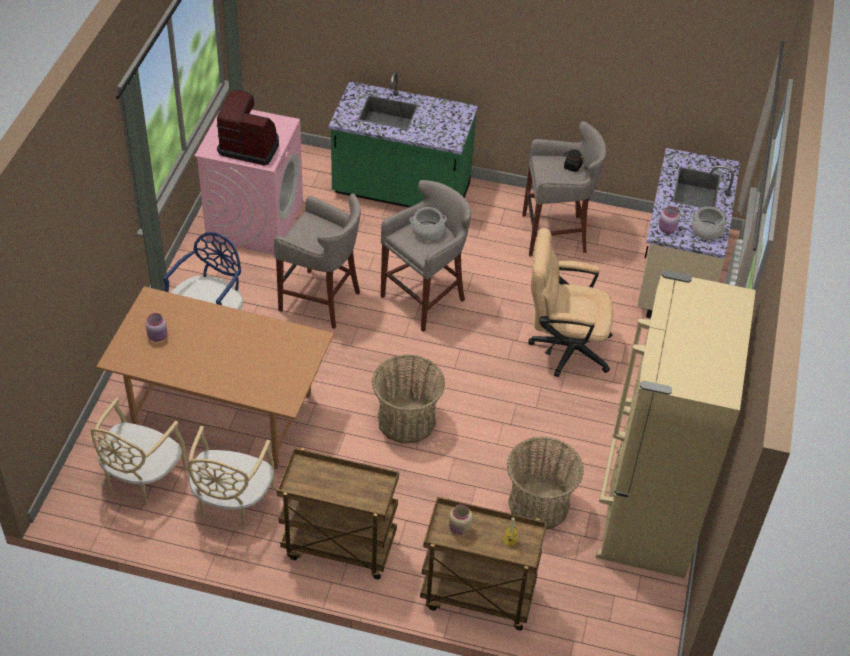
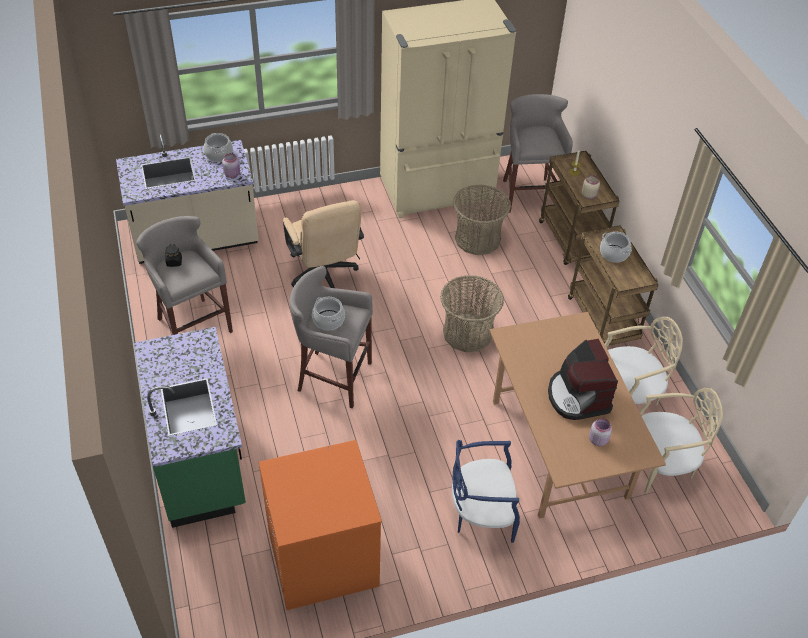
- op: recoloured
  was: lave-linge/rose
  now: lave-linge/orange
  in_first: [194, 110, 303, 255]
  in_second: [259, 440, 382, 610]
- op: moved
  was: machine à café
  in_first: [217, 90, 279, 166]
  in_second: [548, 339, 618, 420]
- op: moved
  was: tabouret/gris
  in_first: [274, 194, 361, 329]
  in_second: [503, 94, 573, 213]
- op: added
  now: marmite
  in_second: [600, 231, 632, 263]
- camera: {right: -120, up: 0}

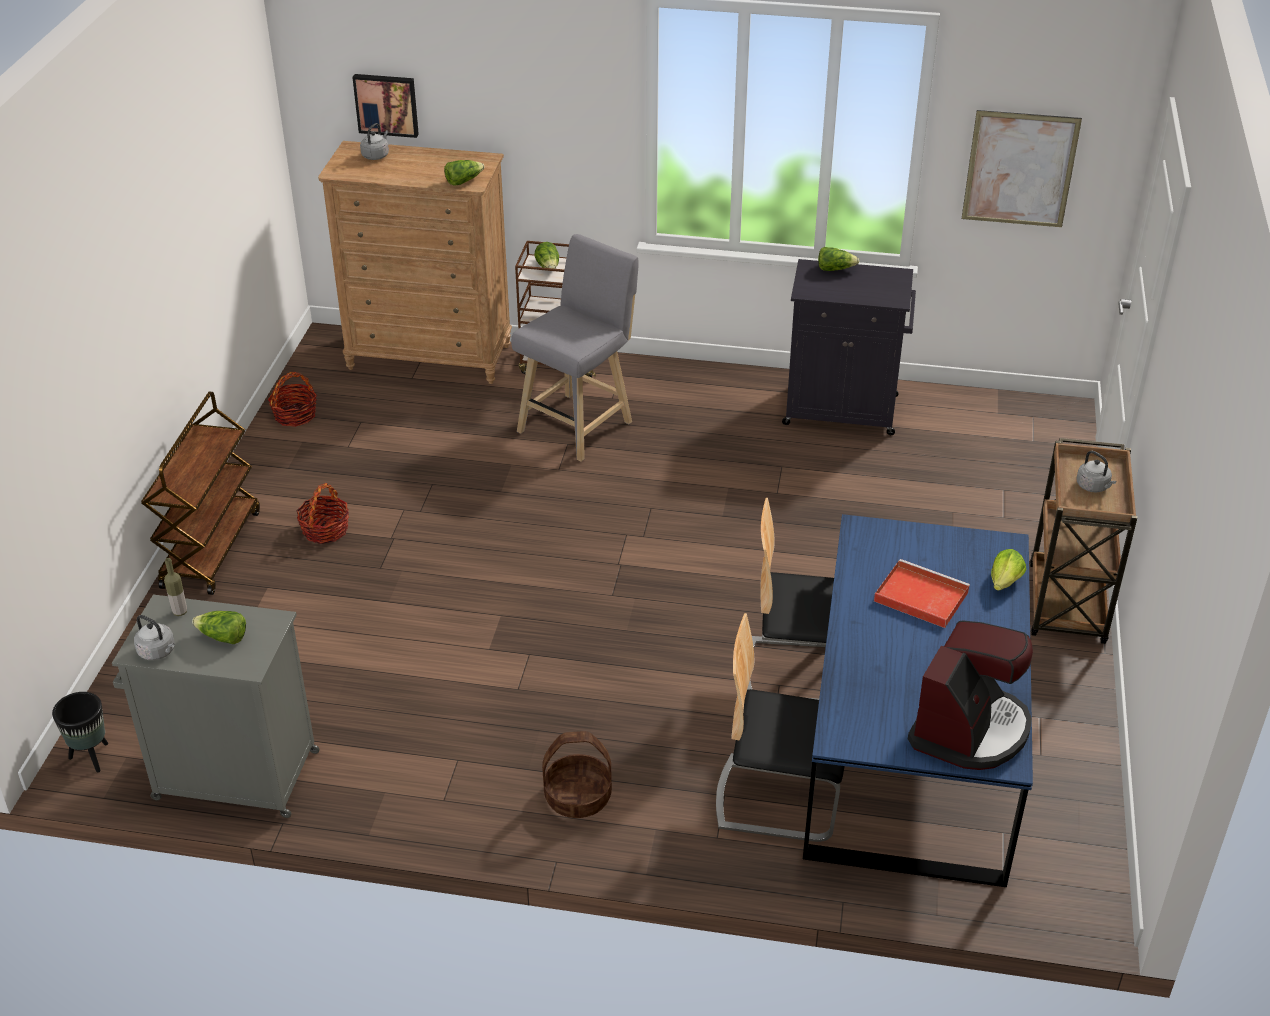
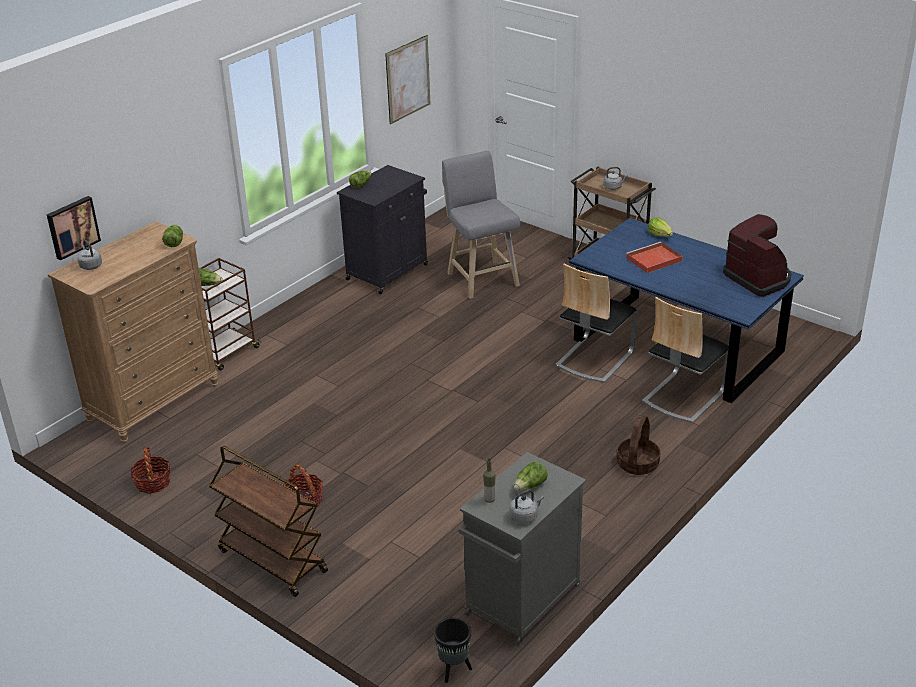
- op: moved
  was: tabouret/gris
  in_first: [511, 234, 639, 462]
  in_second: [442, 151, 520, 299]
- camera: {right: -60, up: -5}

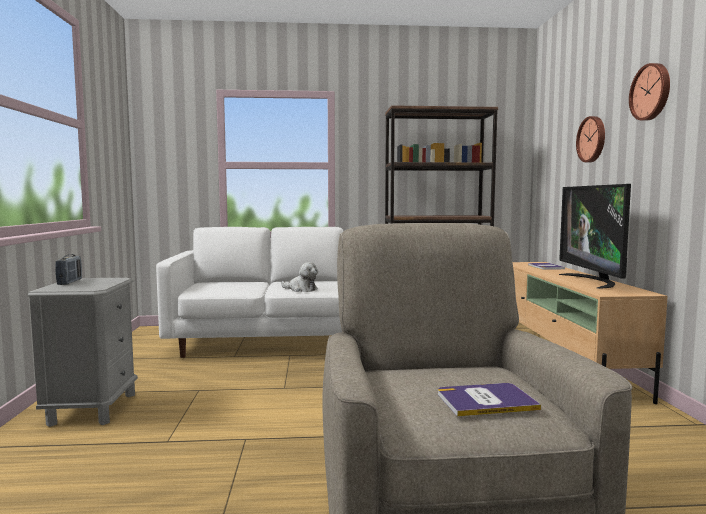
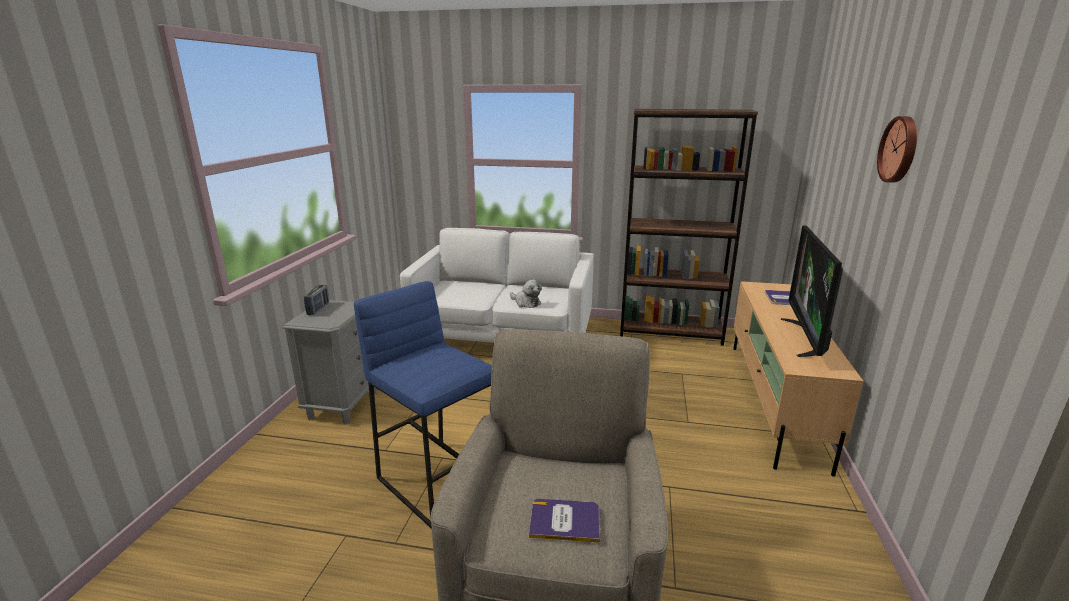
- op: removed
  was: horloge murale
  in_first: [576, 116, 605, 162]
- op: added
  now: tabouret/bleu
  in_second: [354, 281, 492, 529]
- camera: {right: 15, up: 15}

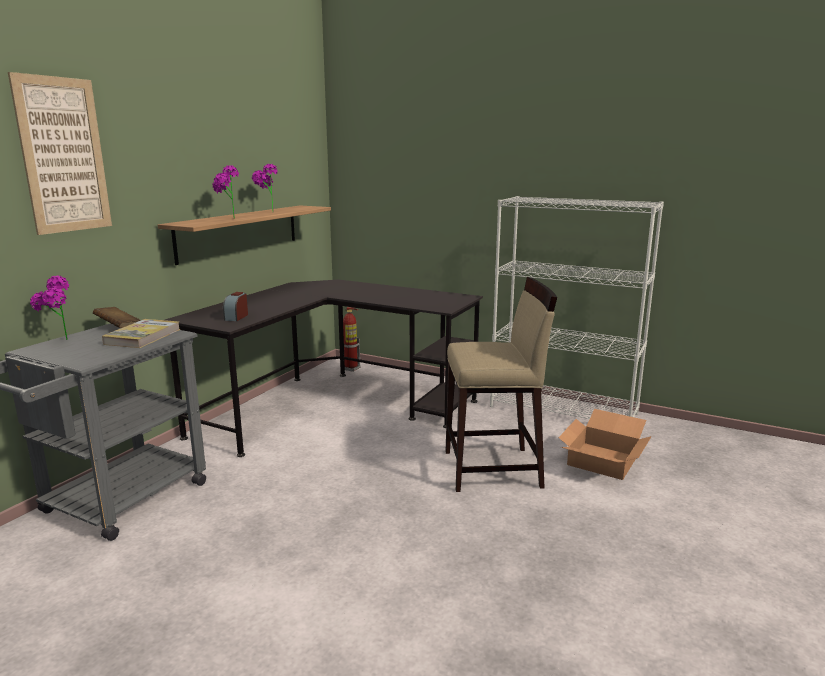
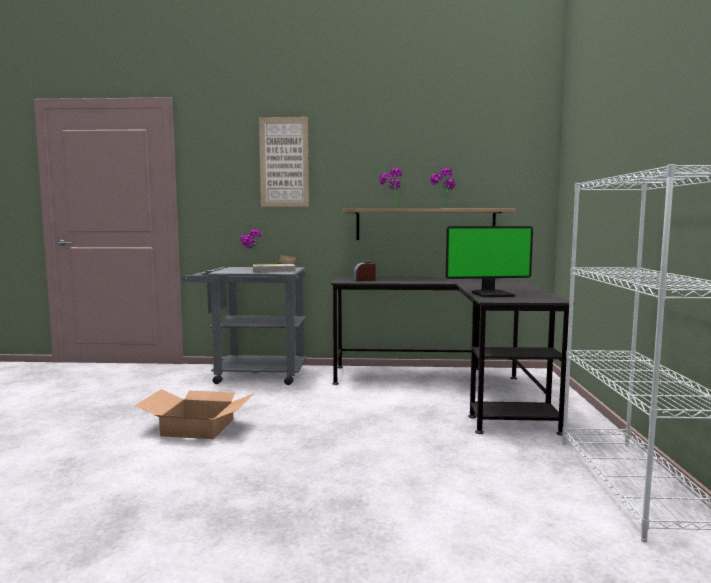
- op: removed
  was: extincteur
  in_first: [343, 307, 361, 372]
- op: removed
  was: tabouret/beige
  in_first: [445, 277, 557, 492]
- op: moved
  was: carton
  in_first: [559, 409, 652, 480]
  in_second: [135, 389, 255, 439]
- op: added
  now: écran d'ordinateur
  in_second: [446, 226, 533, 297]
- camera: {right: 65, up: -10}

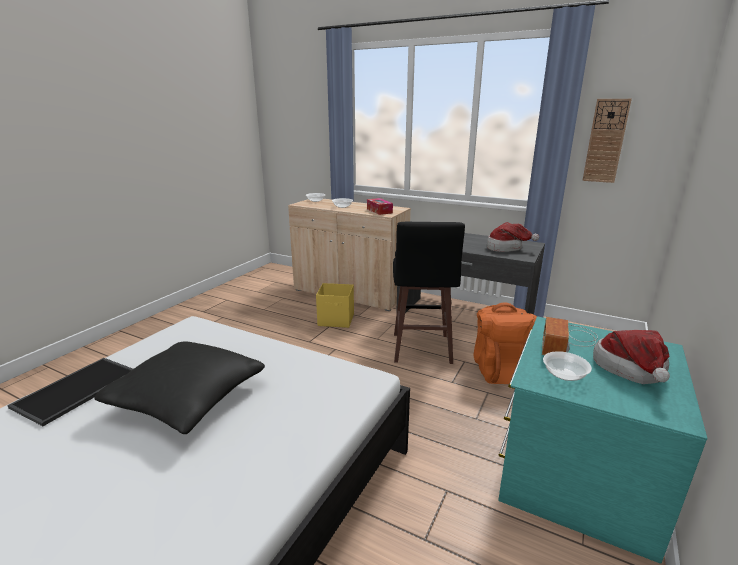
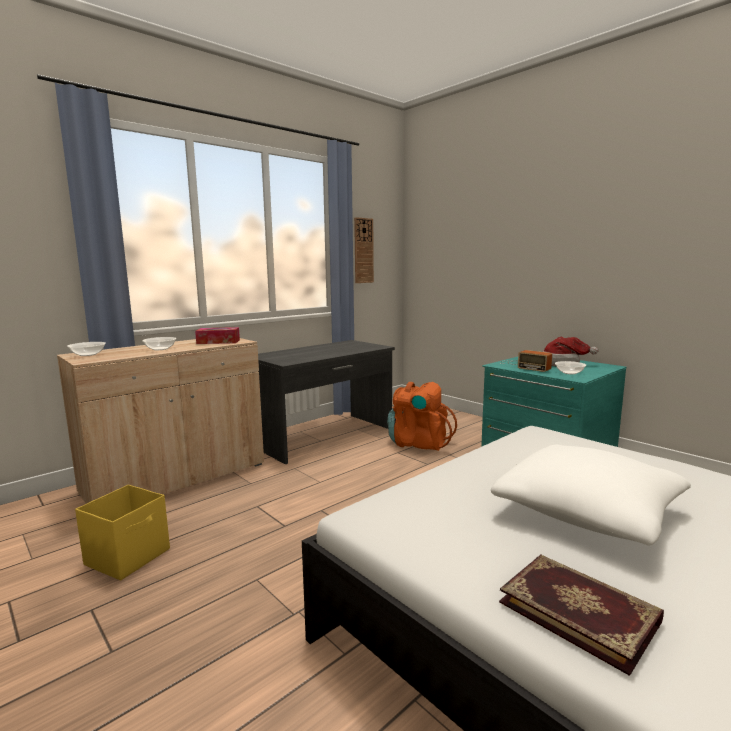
- op: replaced
  was: plateau
  now: livre
  in_first: [7, 358, 133, 426]
  in_second: [499, 554, 664, 676]
- op: recoloured
  was: coussin/noir
  now: coussin/blanc
  in_first: [94, 341, 265, 434]
  in_second: [491, 445, 691, 545]
- op: moved
  was: boîte de rangement/jaune
  in_first: [316, 283, 354, 328]
  in_second: [75, 484, 170, 581]
- op: removed
  was: tabouret/noir
  in_first: [393, 222, 465, 364]
- op: removed
  was: chapeau
  in_first: [487, 222, 539, 252]
- camera: {right: -70, up: -10}

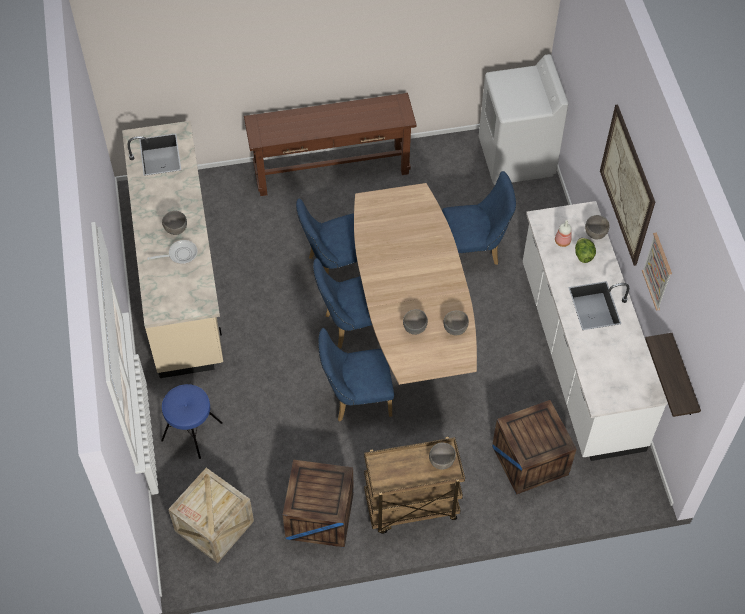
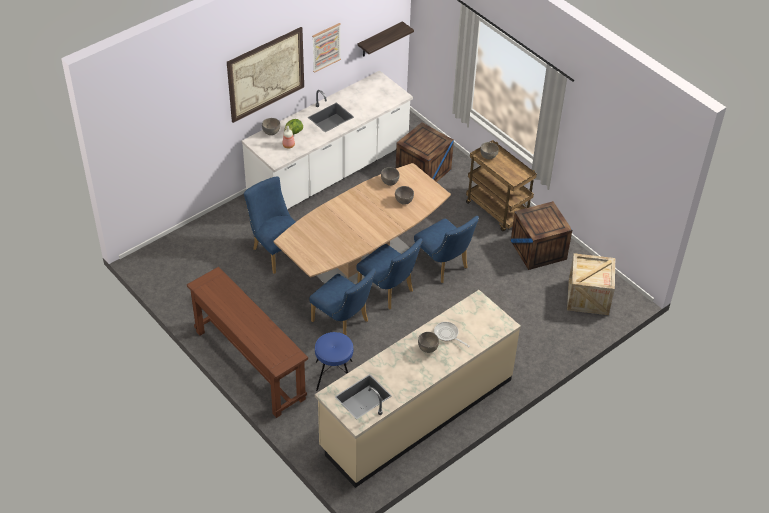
- op: moved
  was: tabouret/bleu
  in_first: [161, 384, 223, 459]
  in_second: [315, 332, 354, 391]
- op: removed
  was: lave-linge/blanc
  in_first: [479, 54, 569, 185]
- camera: {right: -120, up: -10}

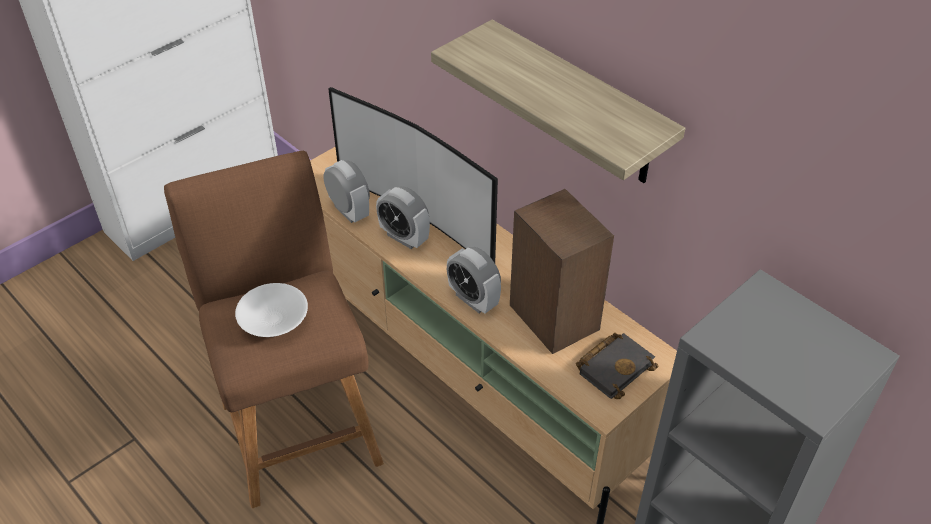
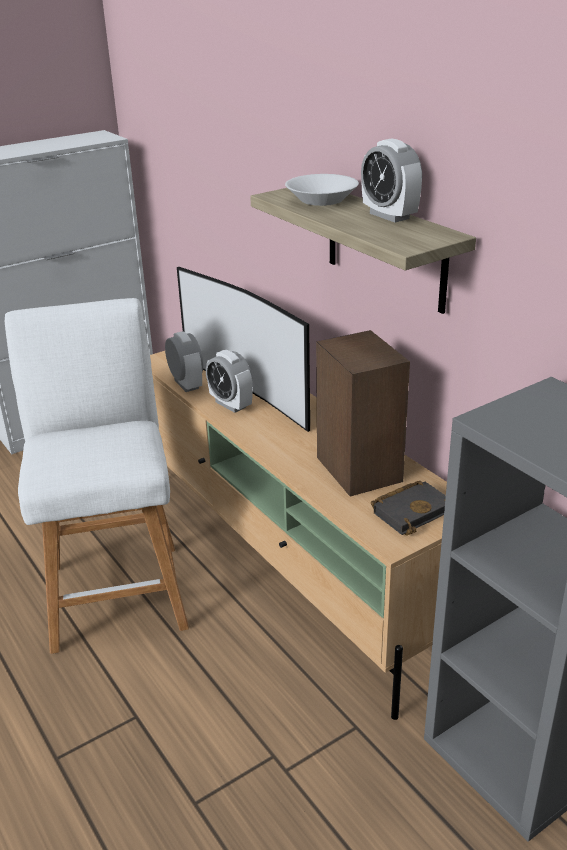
- op: recoloured
  was: tabouret/marron
  now: tabouret/blanc
  in_first: [164, 151, 384, 508]
  in_second: [5, 298, 189, 654]
- op: moved
  was: bol/blanc
  in_first: [235, 283, 308, 337]
  in_second: [285, 174, 359, 206]
- op: moved
  was: réveil
  in_first: [447, 247, 501, 313]
  in_second: [361, 138, 422, 223]
- camera: {right: 10, up: -15}

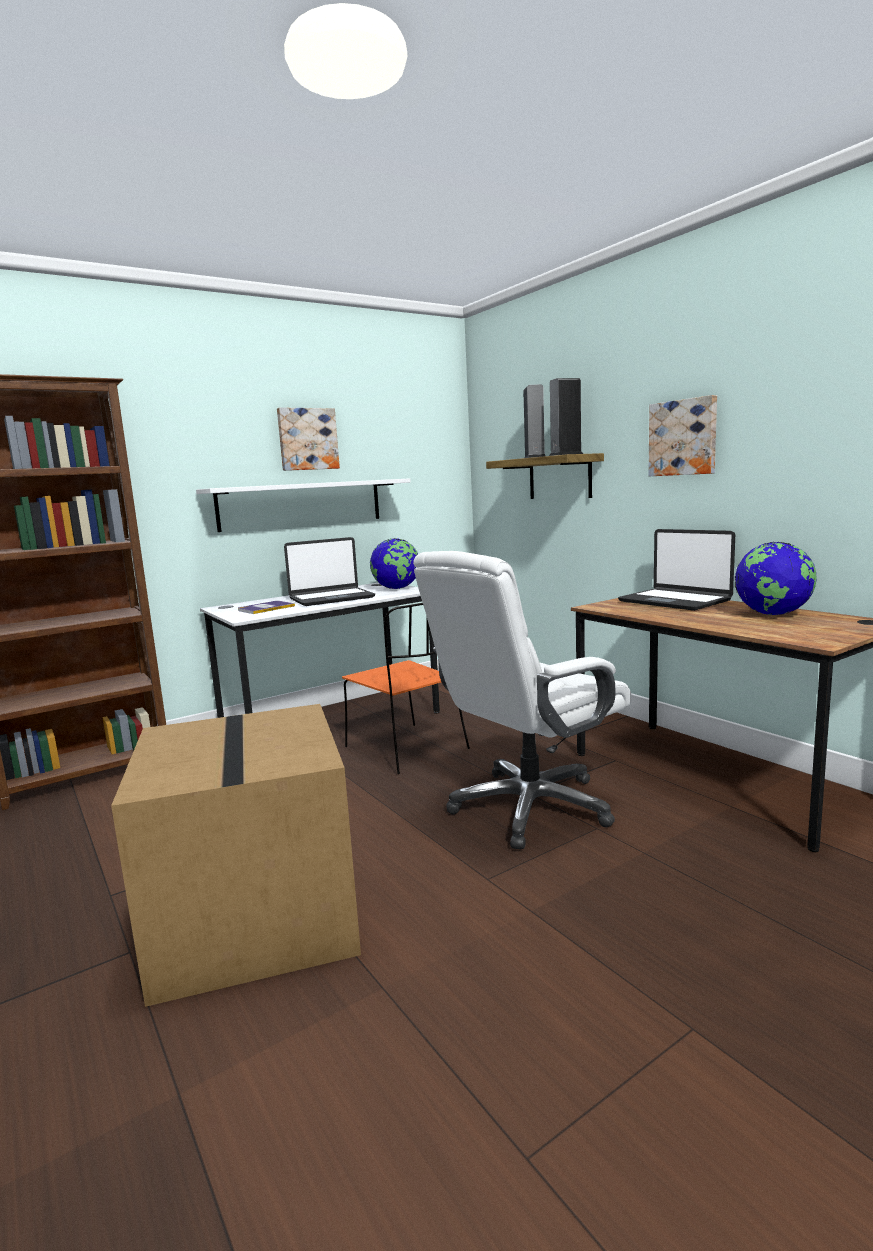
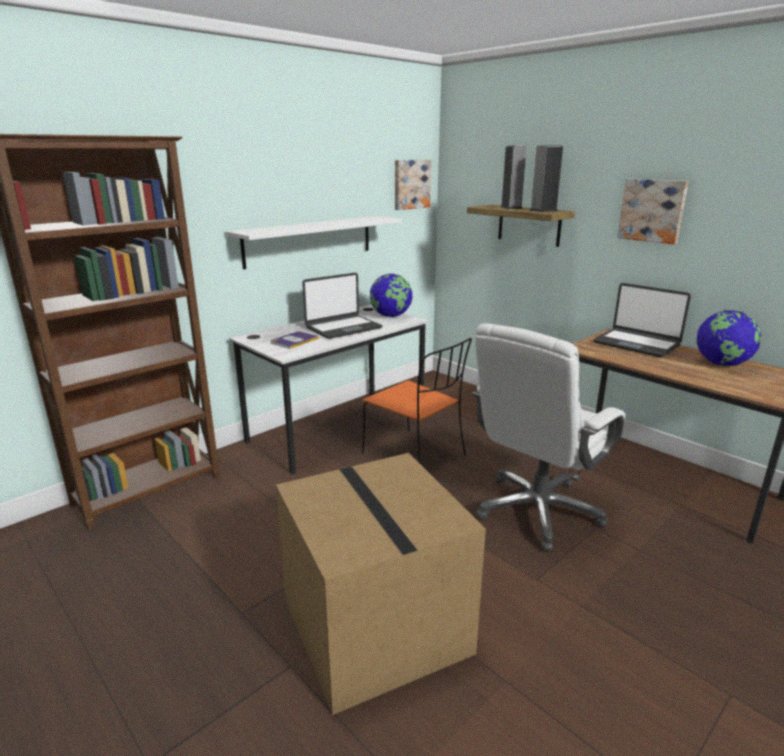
- op: moved
  was: tableau
  in_first: [277, 408, 340, 471]
  in_second: [395, 160, 431, 210]
- camera: {right: -10, up: 10}

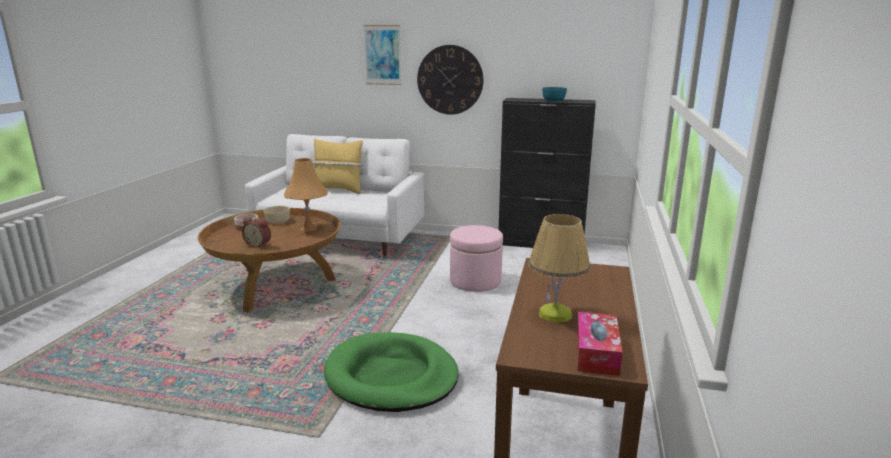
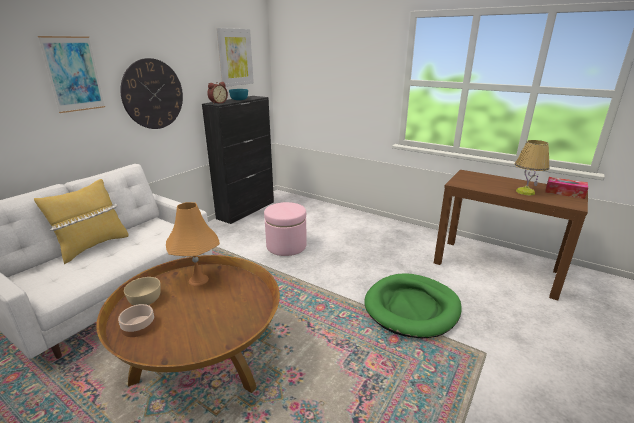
- op: moved
  was: réveil
  in_first: [242, 217, 271, 248]
  in_second: [207, 82, 228, 104]
- op: added
  now: tableau
  in_second: [217, 28, 254, 87]
- camera: {right: -70, up: 5}

